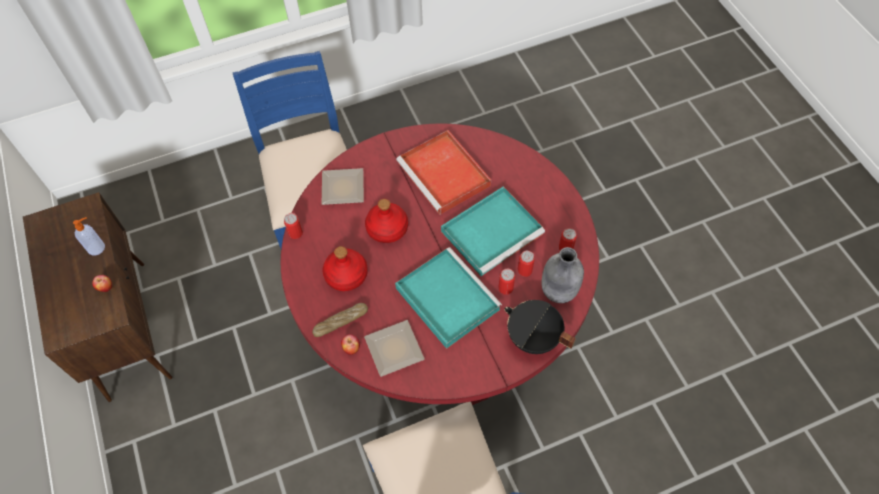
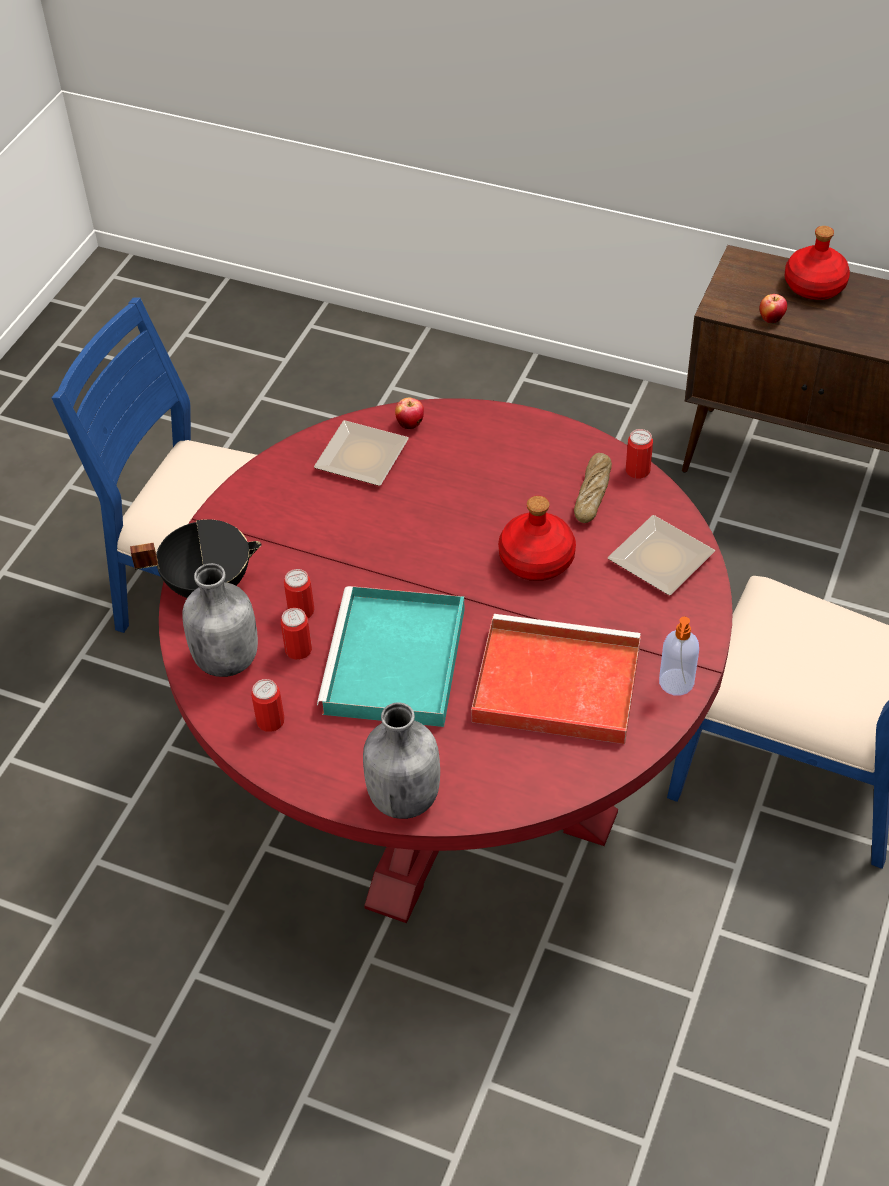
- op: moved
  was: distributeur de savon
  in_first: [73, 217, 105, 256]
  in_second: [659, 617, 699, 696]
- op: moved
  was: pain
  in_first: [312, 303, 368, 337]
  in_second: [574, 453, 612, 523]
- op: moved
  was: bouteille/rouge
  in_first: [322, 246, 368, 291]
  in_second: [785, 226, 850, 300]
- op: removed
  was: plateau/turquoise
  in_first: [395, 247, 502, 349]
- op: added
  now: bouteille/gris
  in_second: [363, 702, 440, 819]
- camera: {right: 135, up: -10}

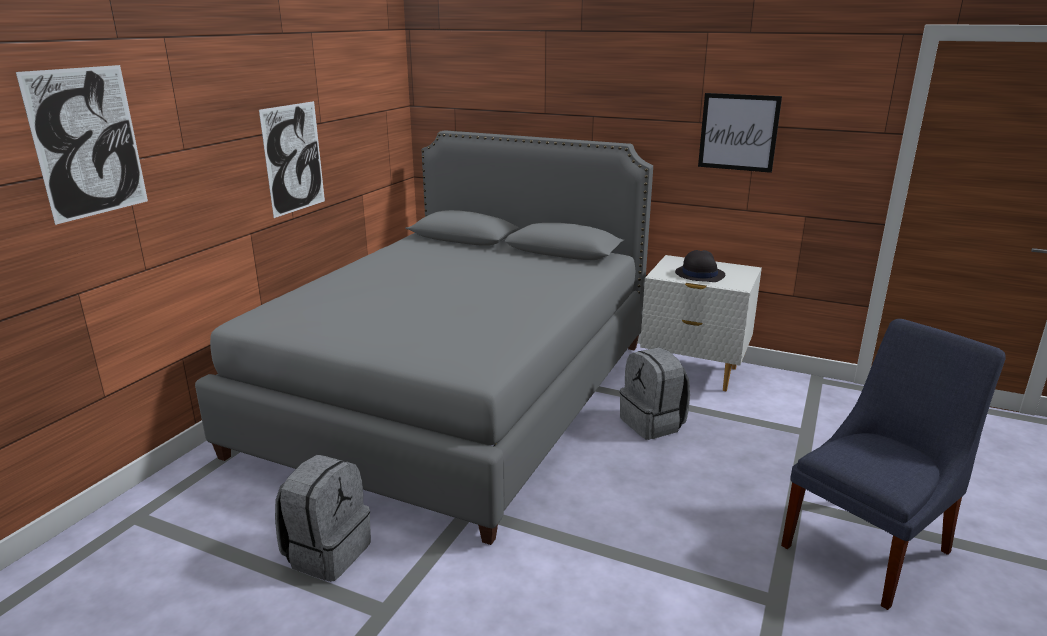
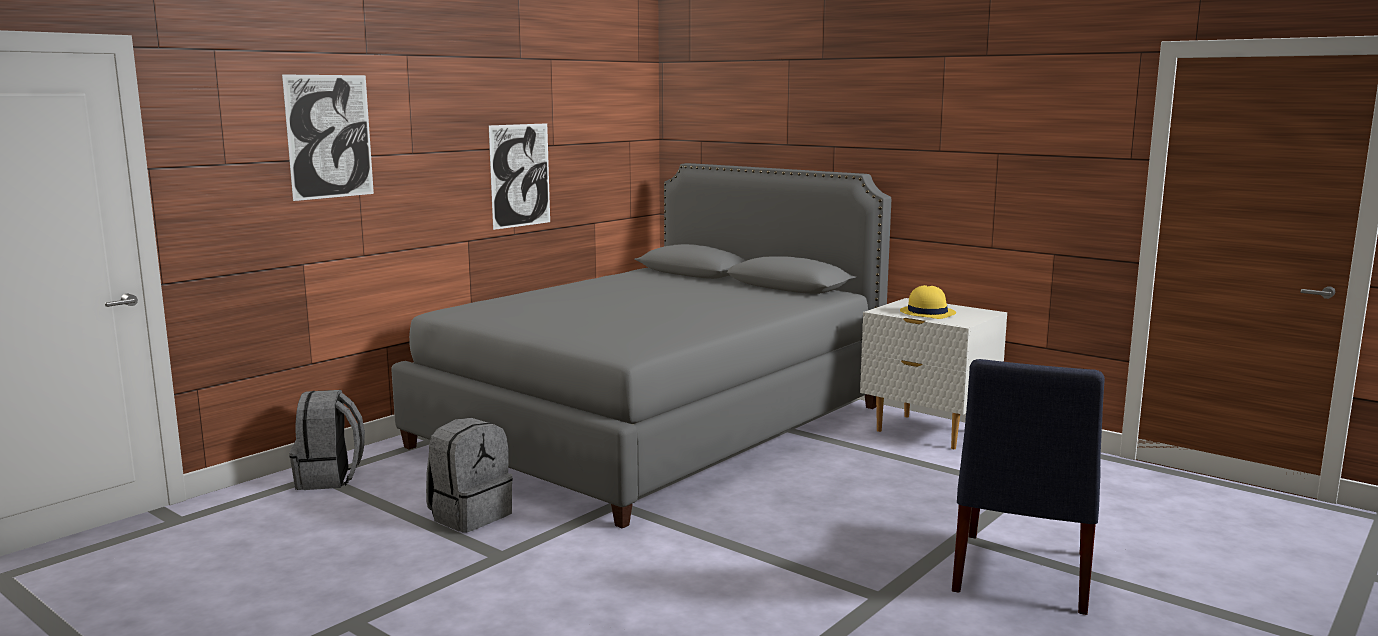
- op: moved
  was: sac à dos/gris
  in_first: [620, 347, 690, 440]
  in_second: [289, 390, 365, 490]
- op: recoloured
  was: chapeau/noir
  now: chapeau/jaune
  in_first: [675, 250, 725, 282]
  in_second: [900, 285, 956, 319]
- op: removed
  was: tableau
  in_first: [698, 93, 782, 173]
- op: turned
  was: chaise/bleu
  in_first: [781, 319, 1006, 610]
  in_second: [952, 359, 1105, 615]
  clockwise: 135
- camera: {right: 15, up: -10}

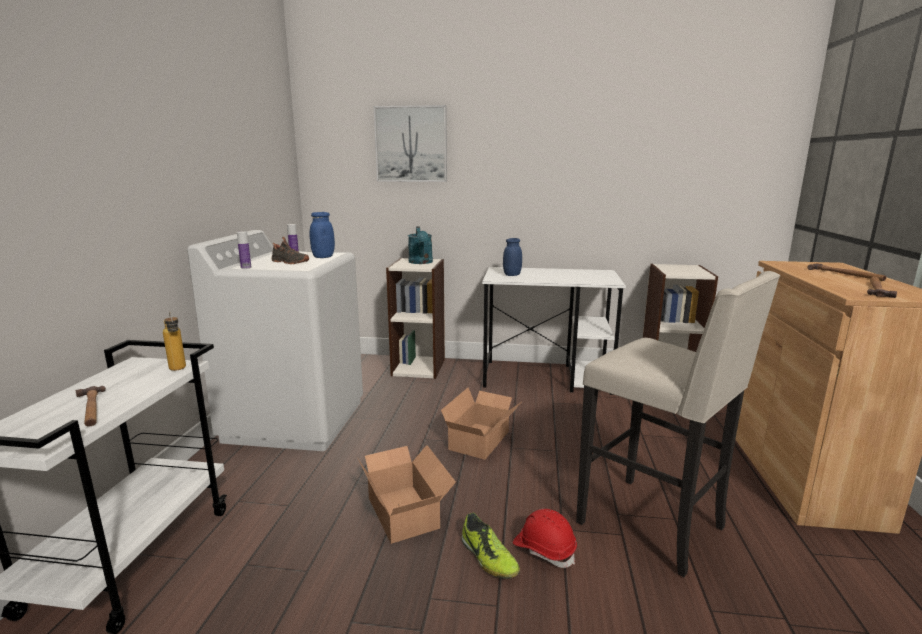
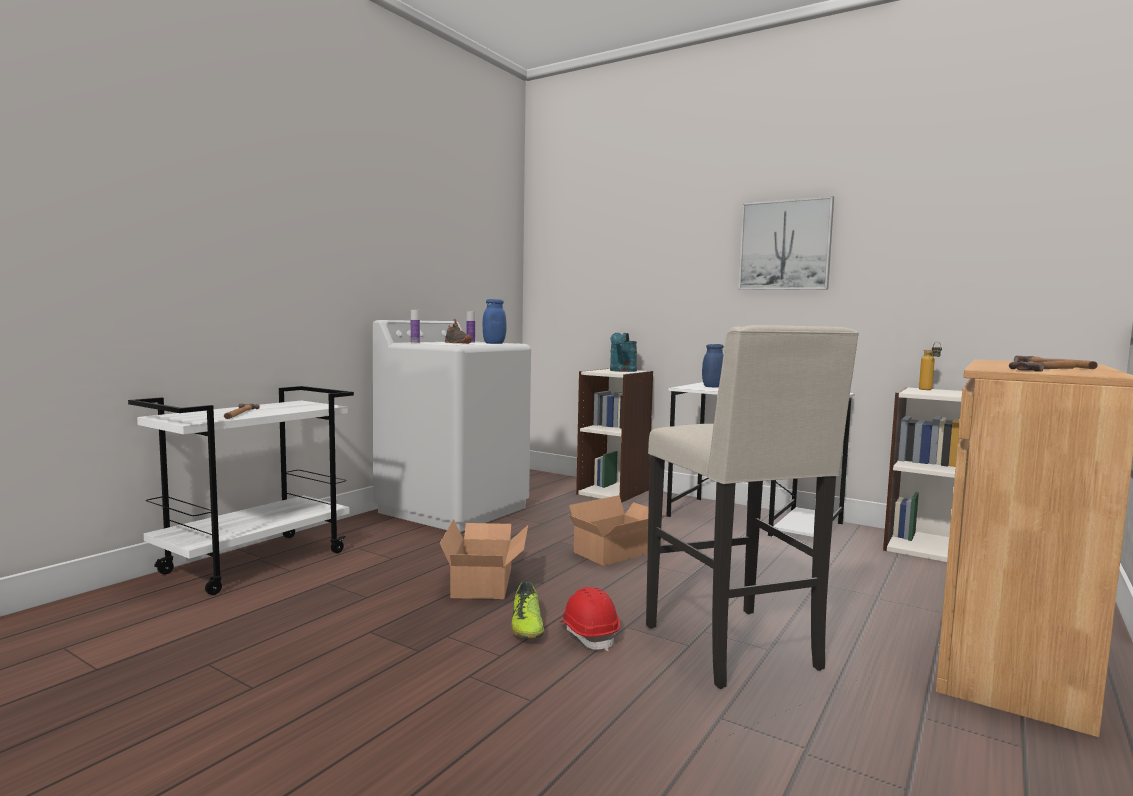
- op: moved
  was: bouteille
  in_first: [163, 312, 186, 371]
  in_second: [919, 342, 942, 390]
- op: moved
  was: tableau
  in_first: [374, 105, 447, 182]
  in_second: [738, 196, 834, 290]
- camera: {right: 25, up: -10}

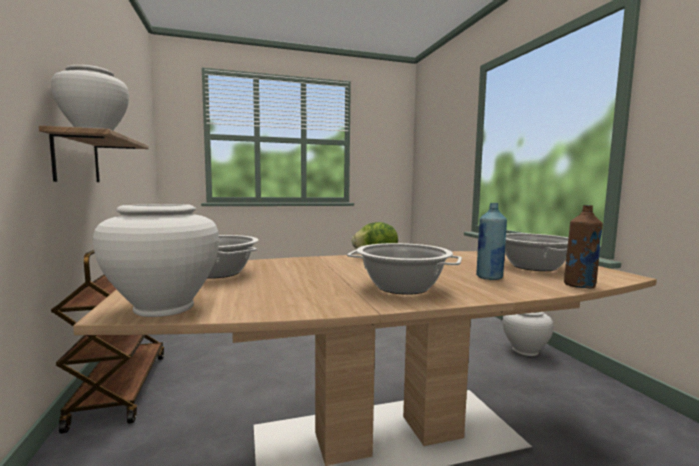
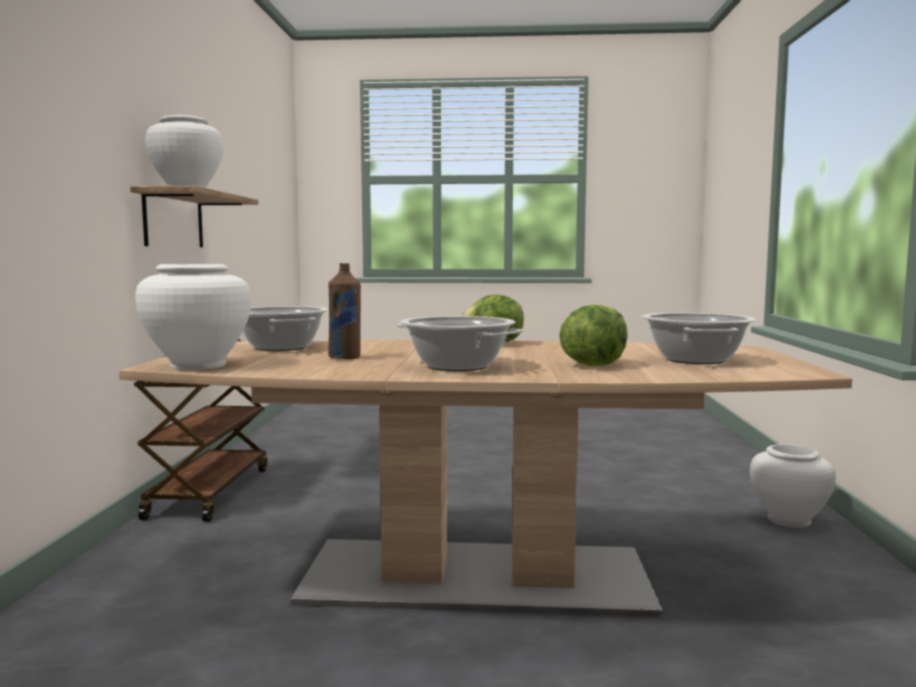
- op: replaced
  was: bouteille/bleu
  now: laitue
  in_first: [476, 203, 507, 280]
  in_second: [559, 305, 628, 366]
- op: moved
  was: bouteille/marron
  in_first: [564, 205, 603, 288]
  in_second: [328, 263, 361, 359]
- camera: {right: 20, up: 0}

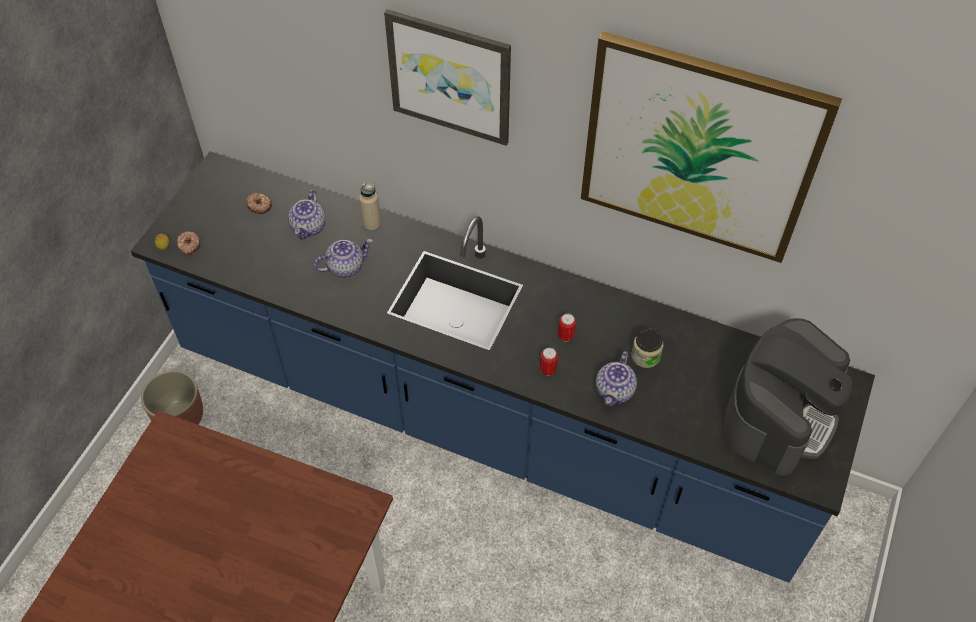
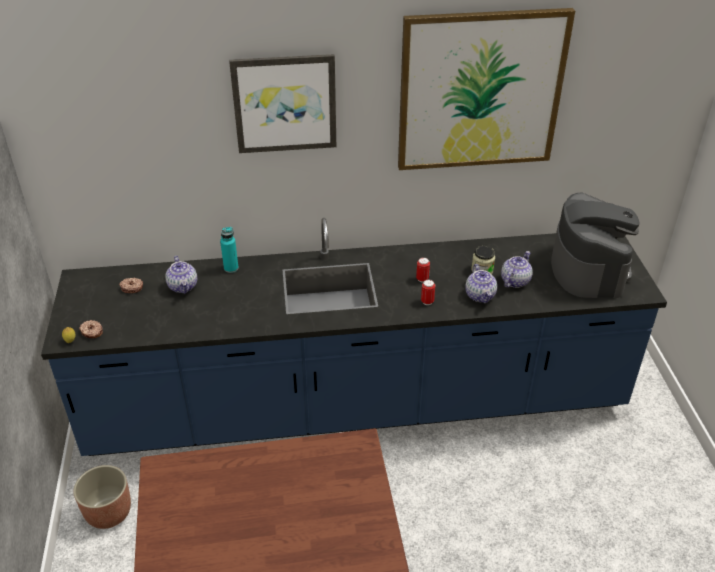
- op: moved
  was: théière
  in_first: [314, 239, 373, 278]
  in_second: [501, 251, 533, 288]
- op: recoloured
  was: bouteille/beige
  now: bouteille/turquoise
  in_first: [359, 182, 381, 232]
  in_second: [220, 227, 239, 273]
- camera: {right: -30, up: -15}

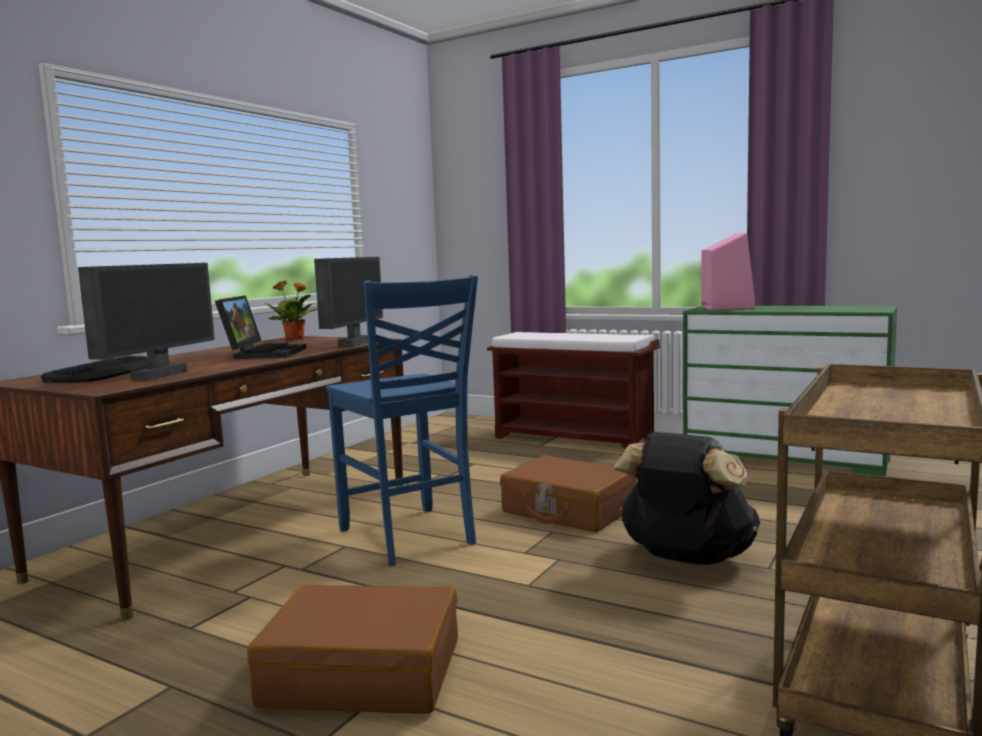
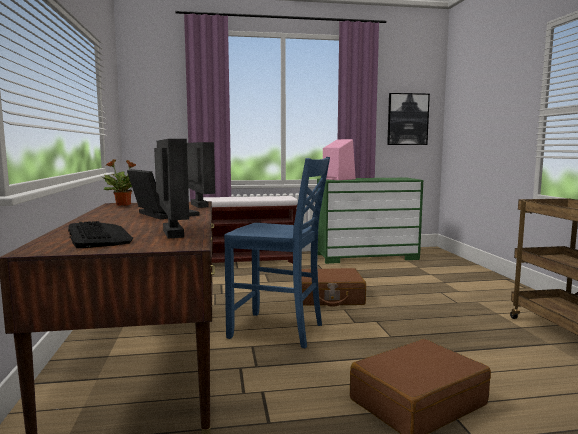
- op: removed
  was: sac à dos/noir
  in_first: [613, 432, 760, 565]
- op: added
  now: tableau
  in_second: [387, 93, 430, 145]
- camera: {right: -40, up: 0}

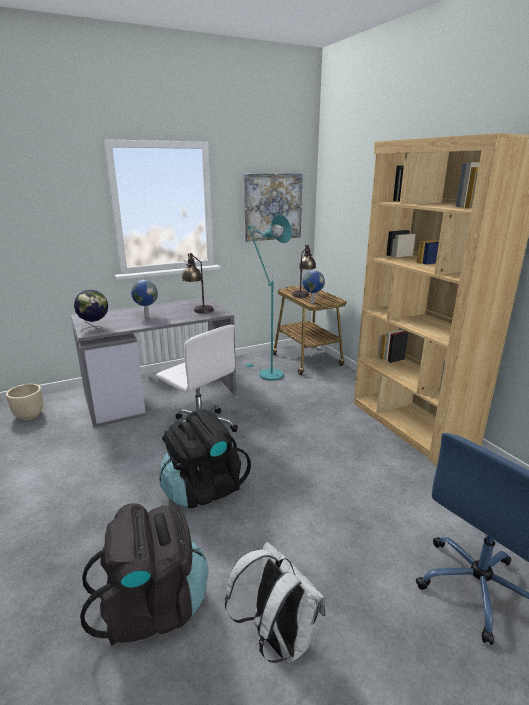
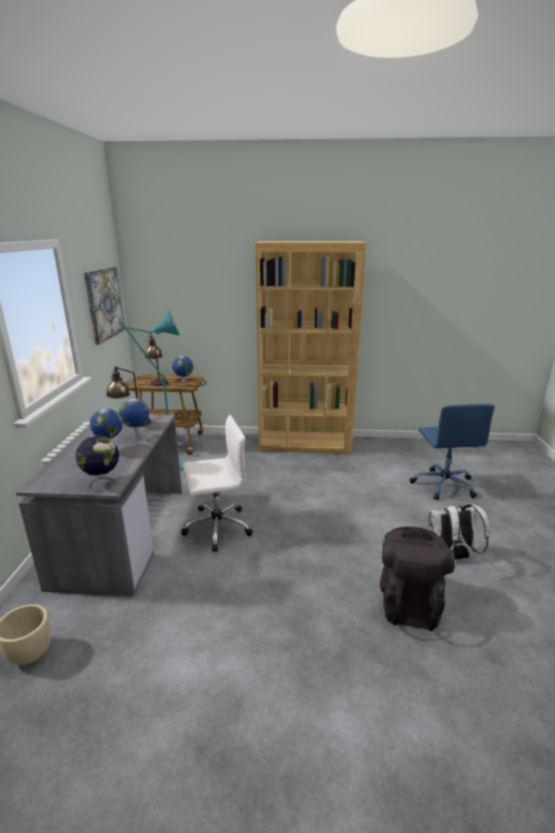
- op: removed
  was: sac à dos/noir
  in_first: [159, 409, 251, 508]
- op: added
  now: globe
  in_second: [119, 398, 149, 439]
- camera: {right: -60, up: 0}

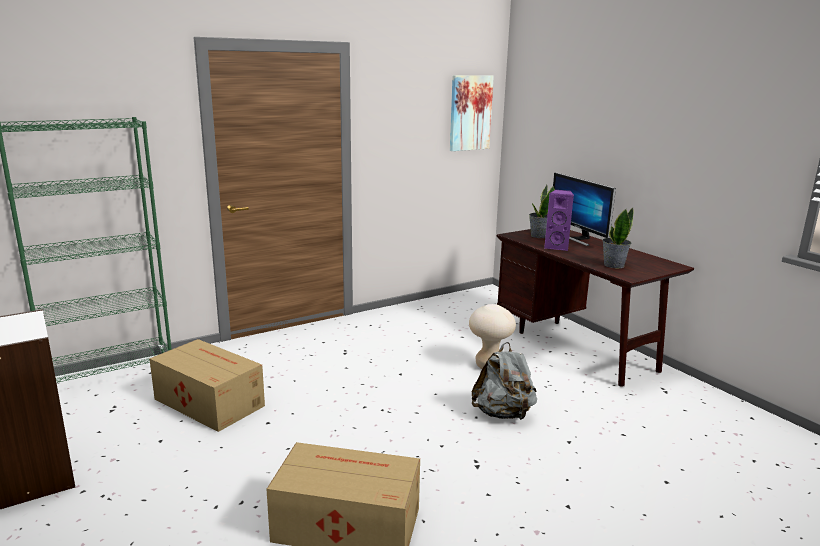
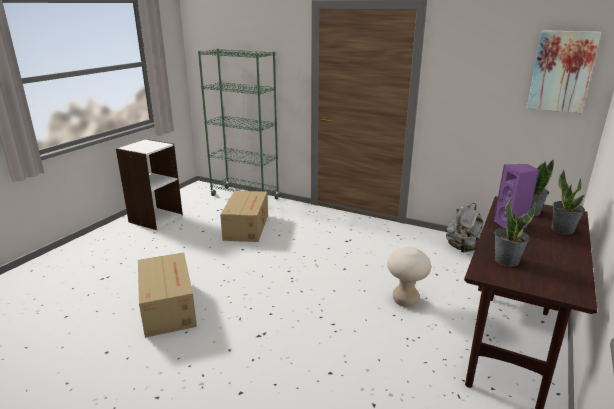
- op: moved
  was: sac à dos/gris
  in_first: [472, 342, 537, 420]
  in_second: [446, 203, 483, 253]
- op: replaced
  was: écran d'ordinateur
  now: plante en pot
  in_first: [553, 172, 616, 246]
  in_second: [552, 170, 585, 234]
- camera: {right: 60, up: 5}

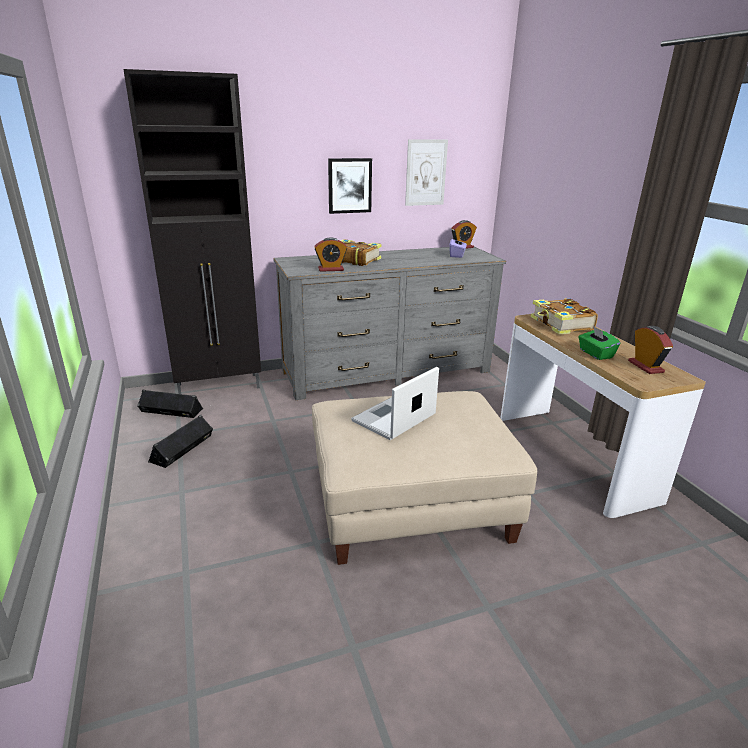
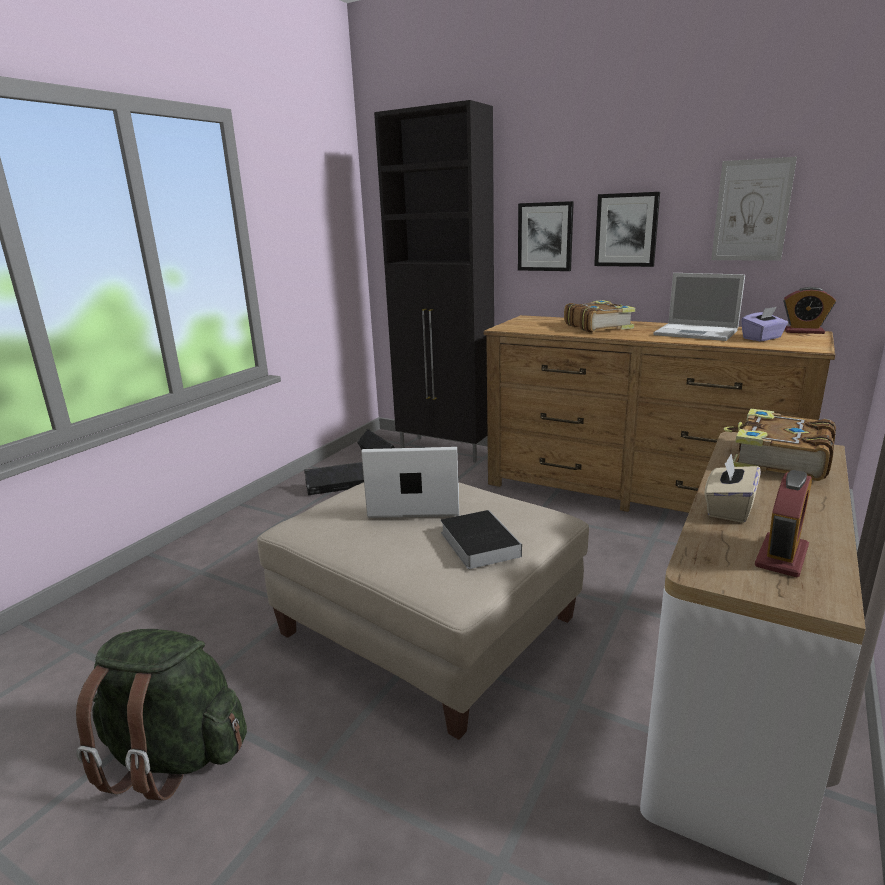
- op: recoloured
  was: commode/gris
  now: commode/marron
  in_first: [273, 247, 506, 400]
  in_second: [483, 315, 835, 513]
- op: removed
  was: réveil
  in_first: [314, 237, 347, 272]
- op: recoloured
  was: boîte à mouchoirs/vert
  now: boîte à mouchoirs/beige
  in_first: [579, 327, 620, 360]
  in_second: [704, 454, 761, 523]
- op: added
  now: sac à dos/vert
  in_second: [76, 629, 247, 800]
- op: added
  now: livre
  in_second: [441, 510, 522, 569]
- op: added
  now: tableau
  in_second: [518, 201, 574, 271]
- op: added
  now: ordinateur portable
  in_second: [654, 273, 745, 341]
- camera: {right: 50, up: -5}

